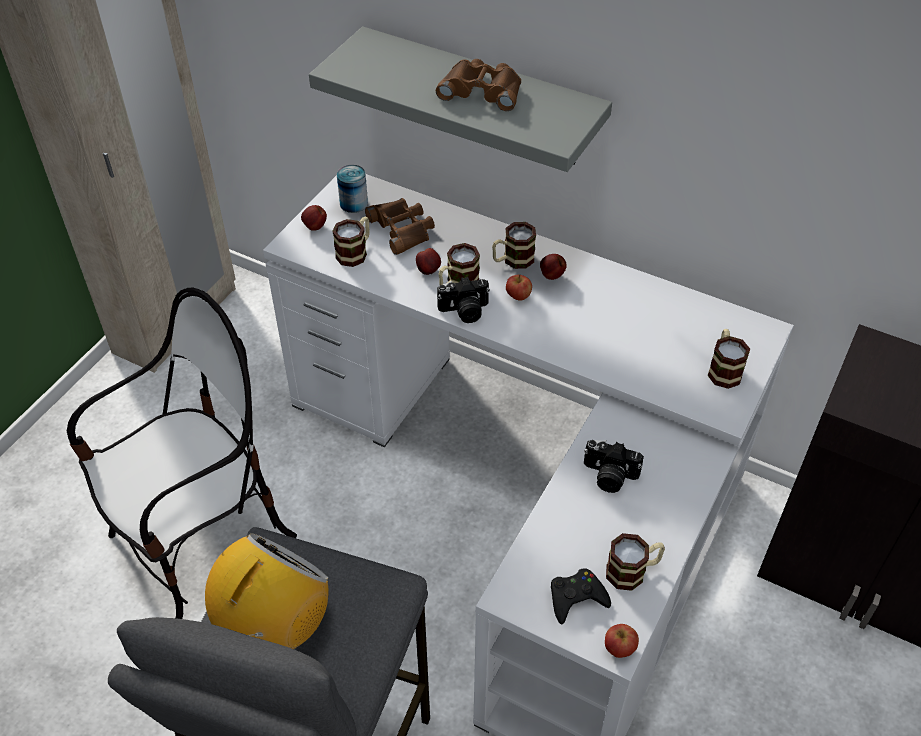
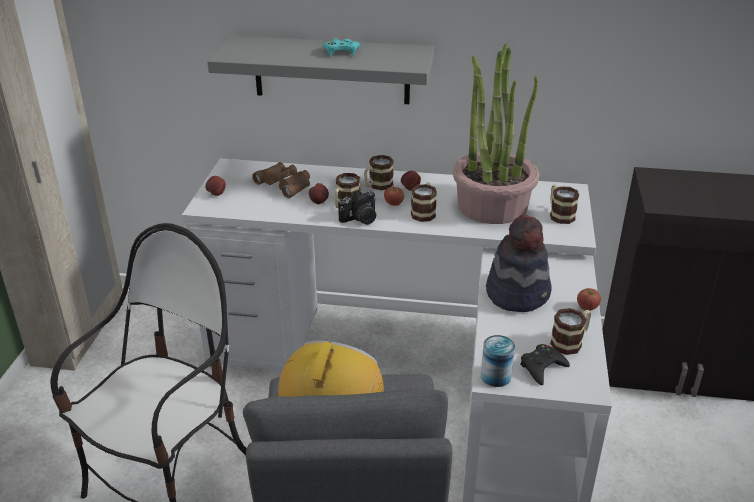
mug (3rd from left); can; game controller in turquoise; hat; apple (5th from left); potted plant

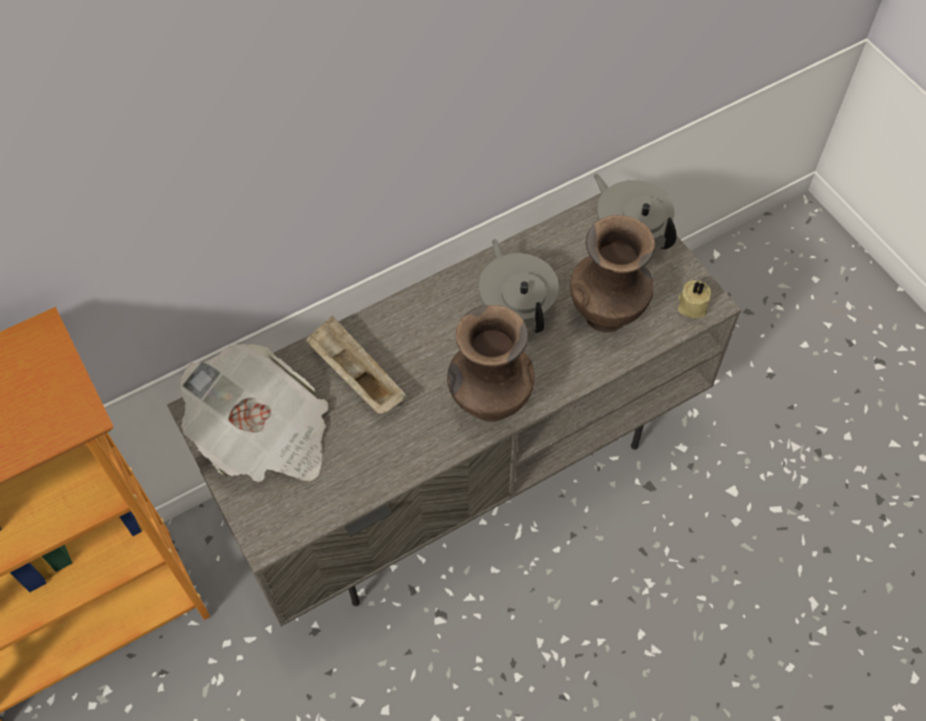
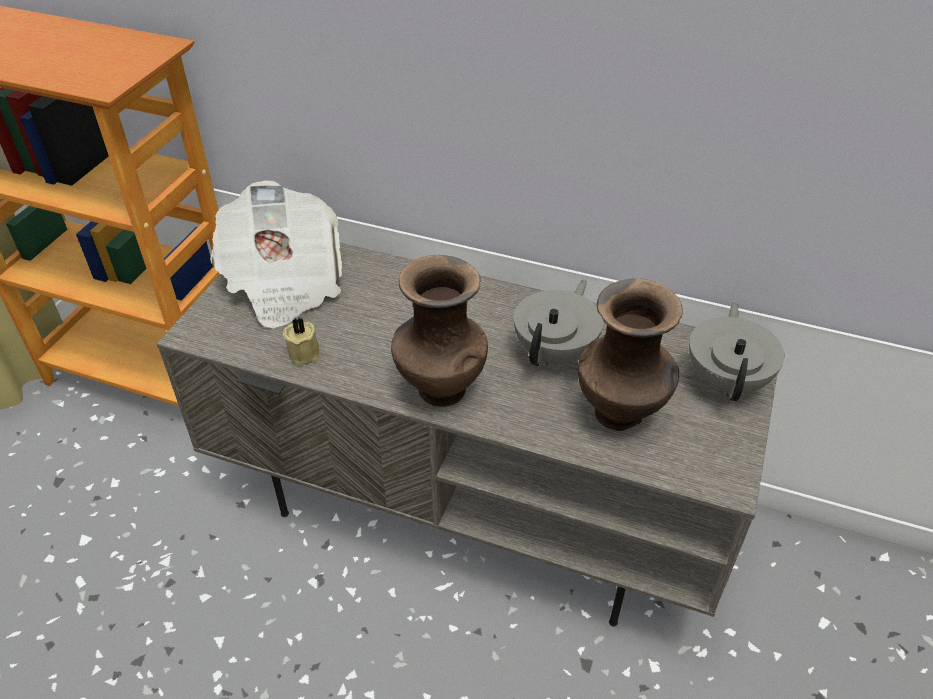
tray in beige; candle in beige

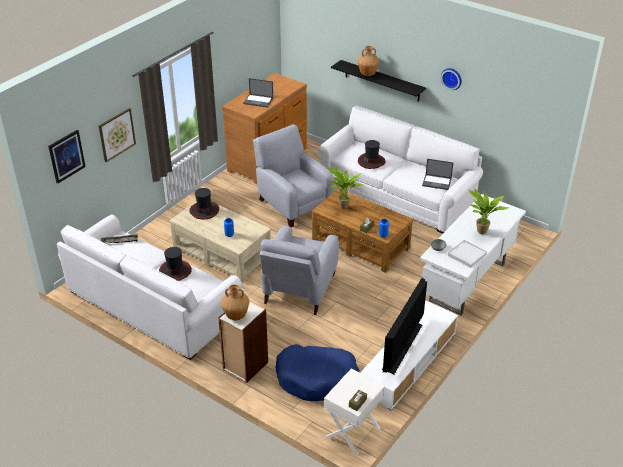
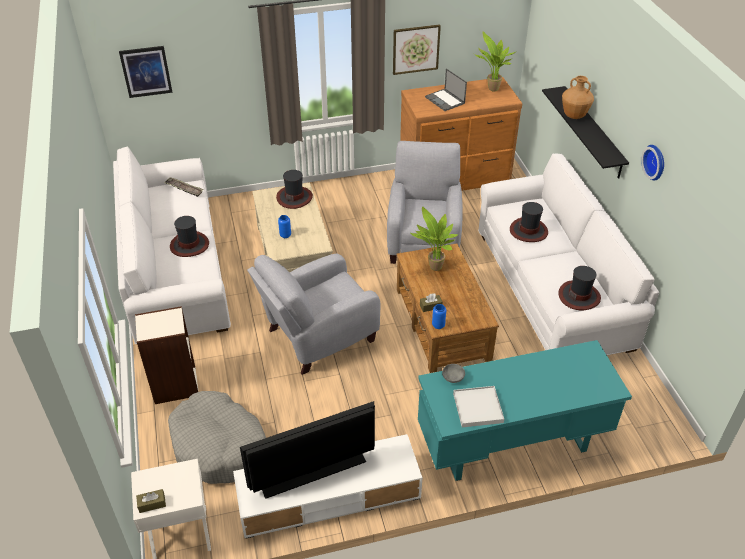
picture (2nd from left); vase in brown (1st from left in the first image); dog bed in grey; desk in turquoise; hat (4th from left); potted plant (2nd from left)

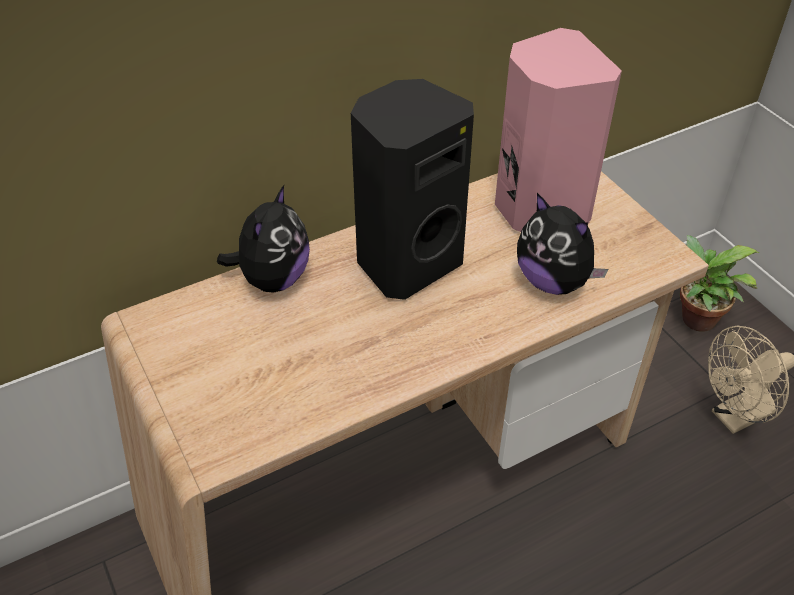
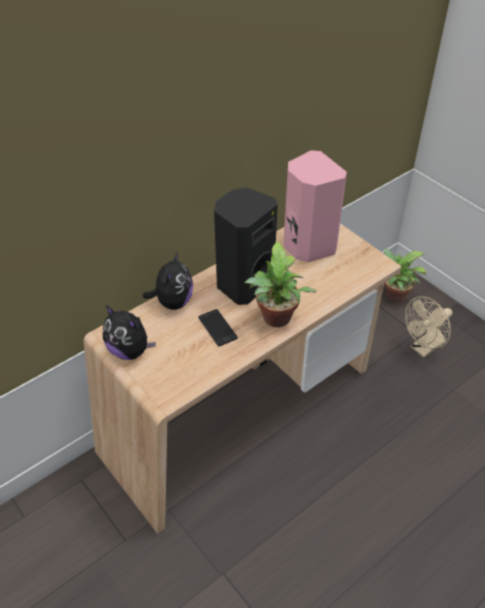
plush toy (1st from left); phone; potted plant (1st from left)

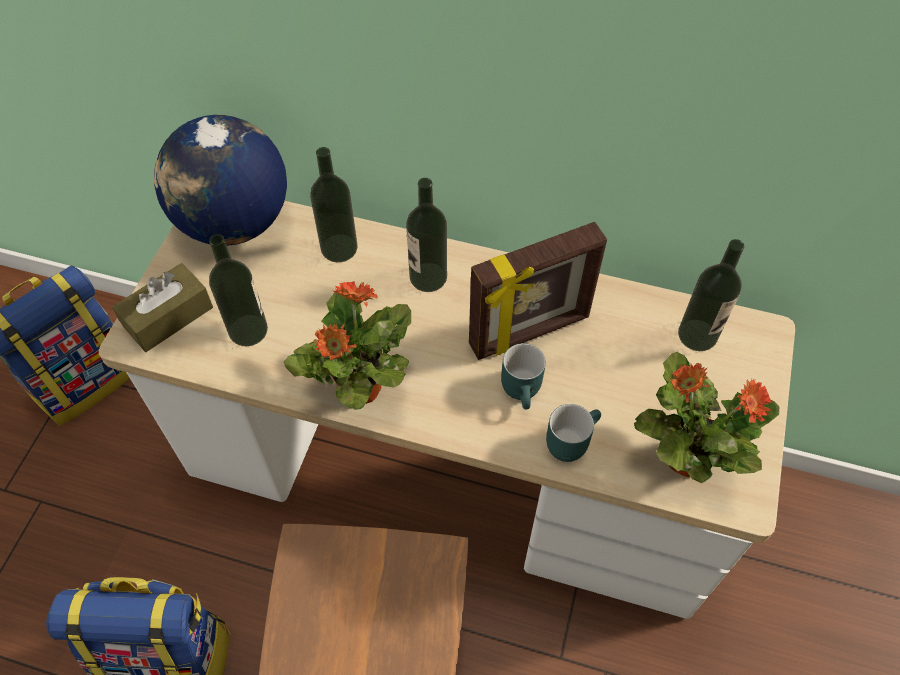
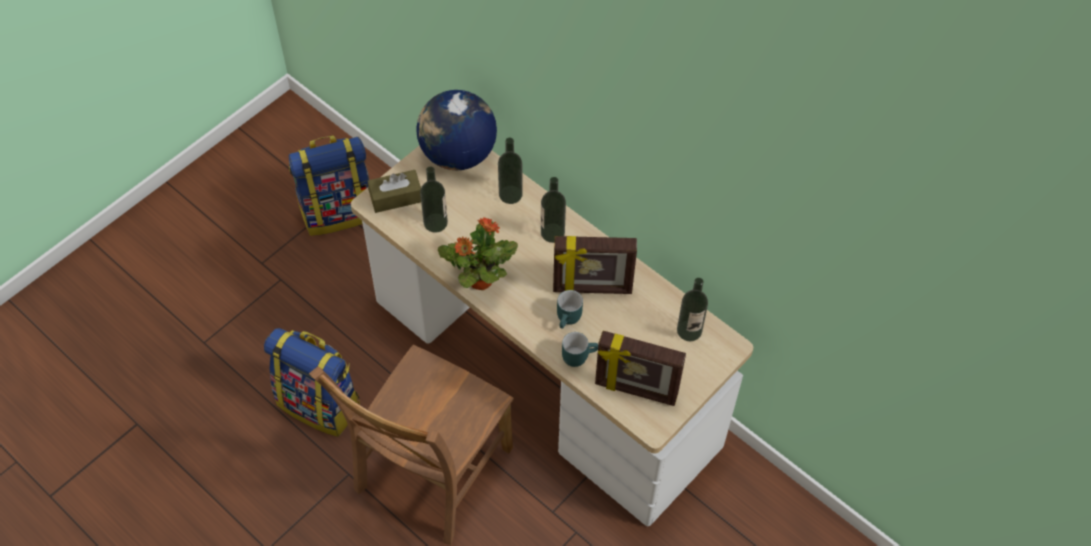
picture frame (2nd from left)

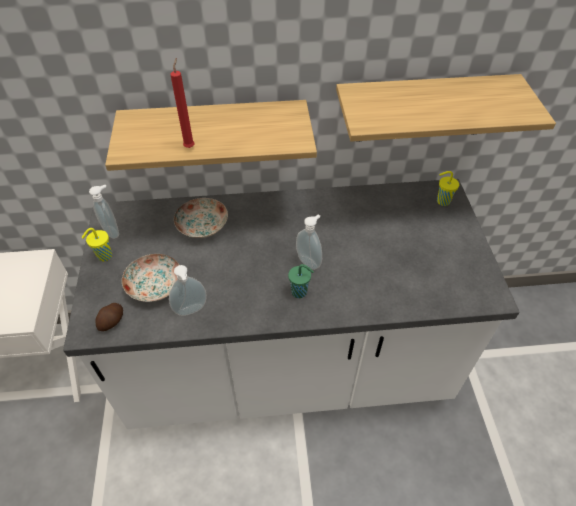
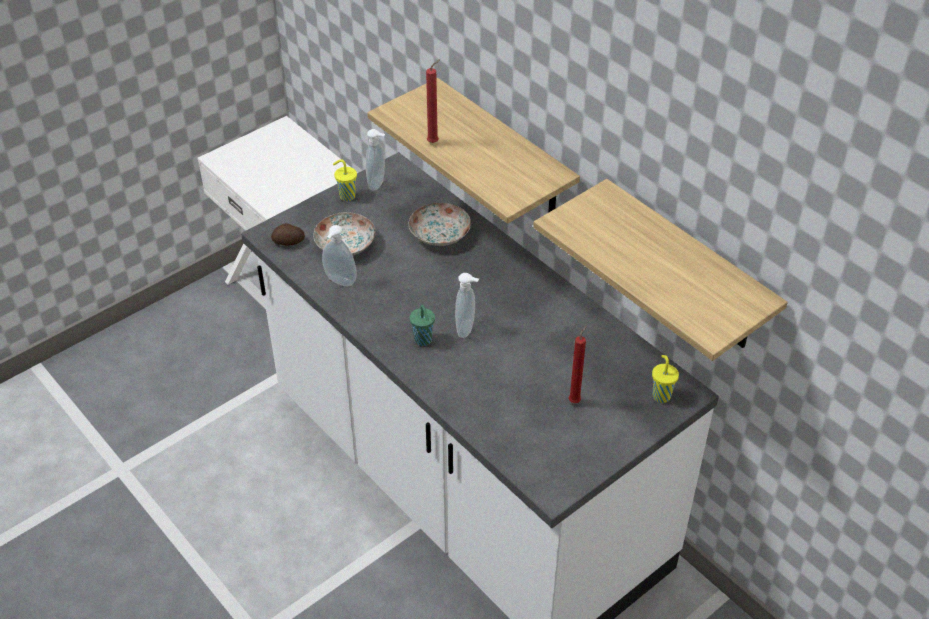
candle in red (2nd from left)

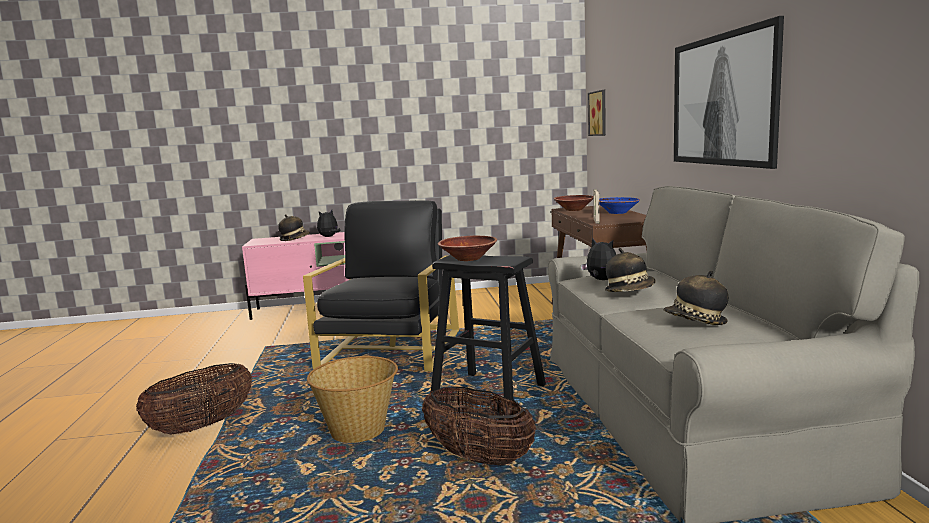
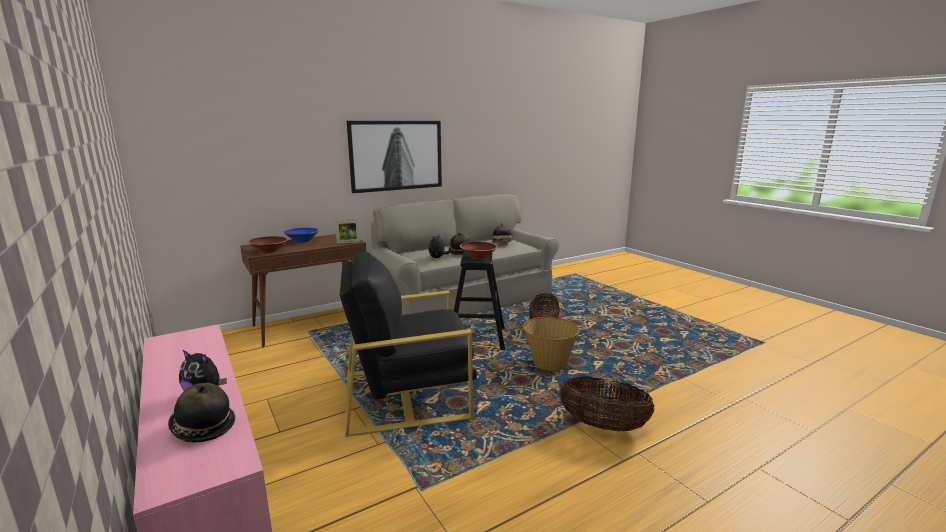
picture (1st from left in the first image)

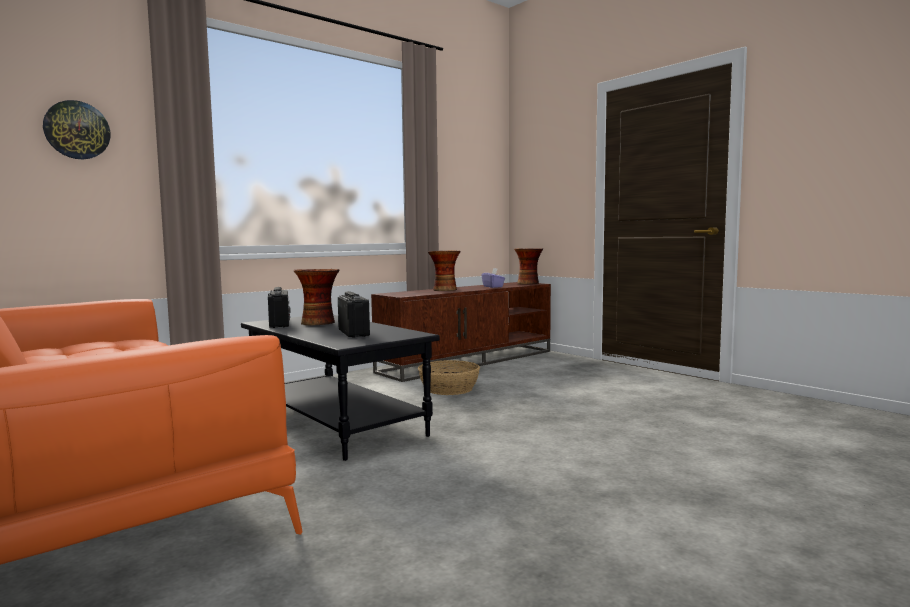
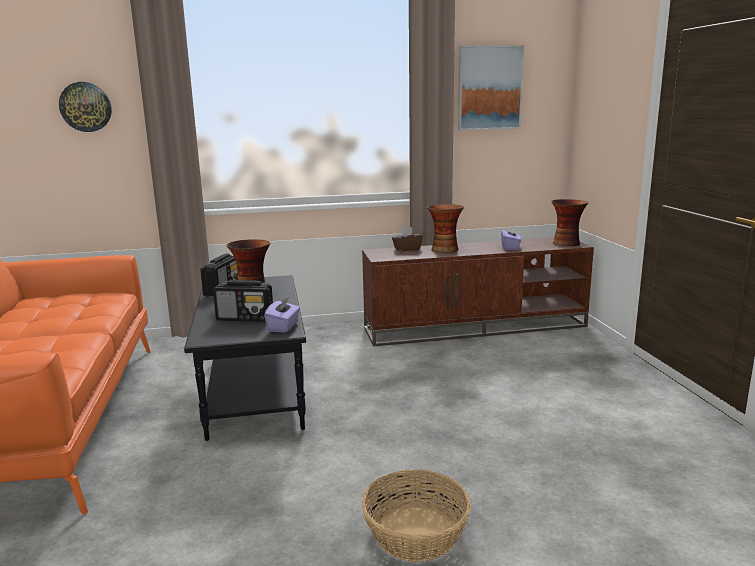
radio (2nd from left); basket; tissue box in purple (1st from left); tissue box in brown; picture

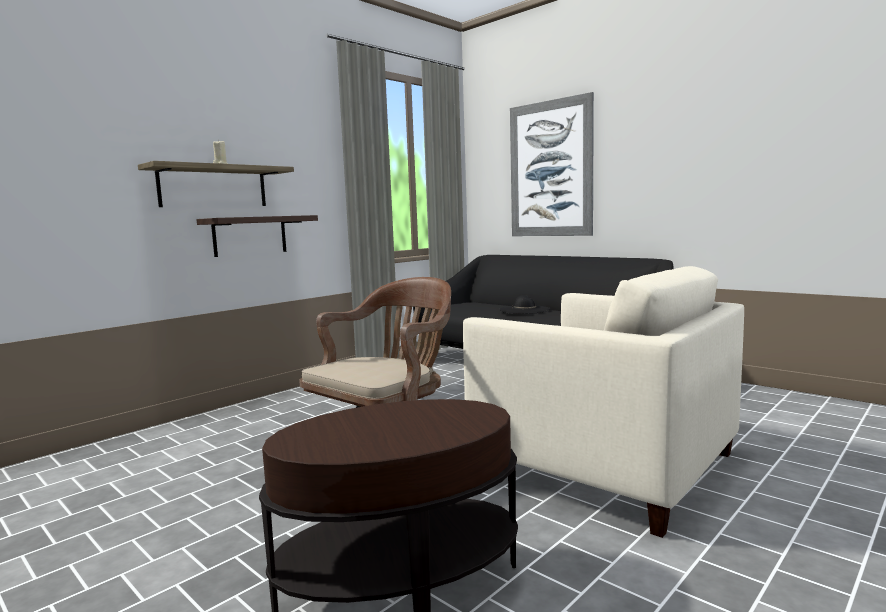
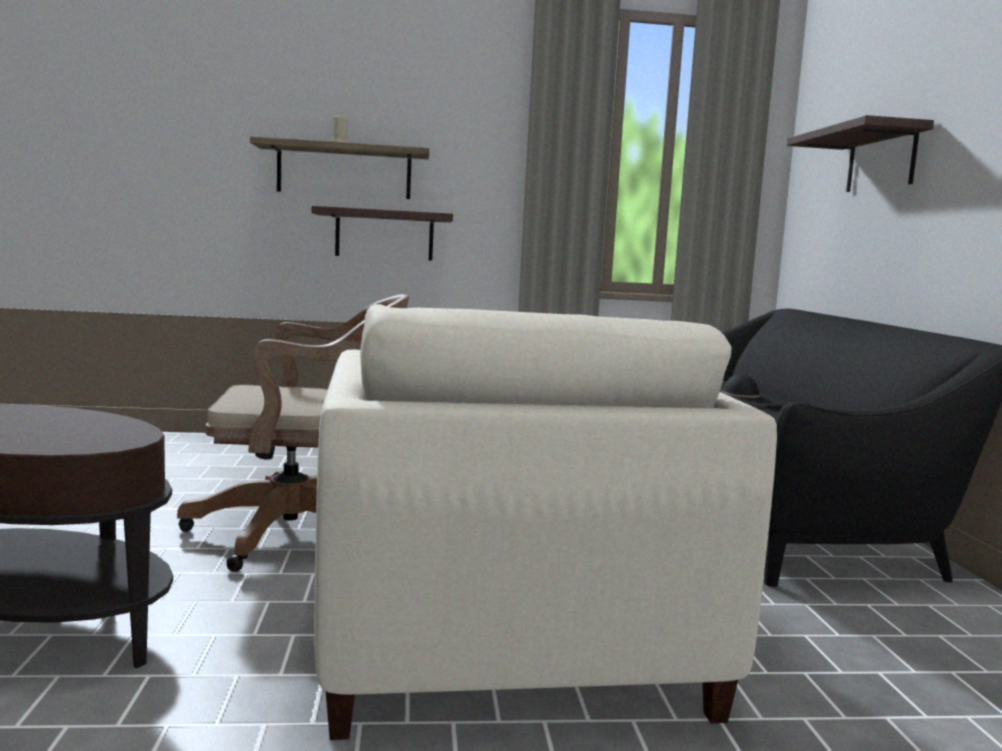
shelf (3rd from left)

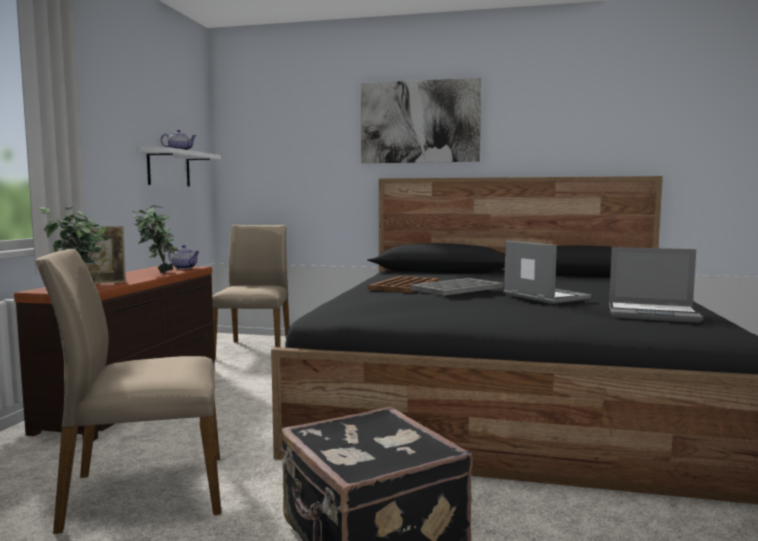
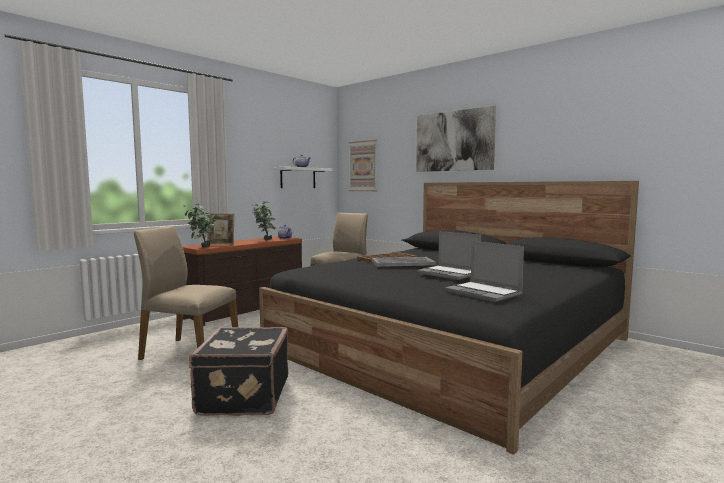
laptop (1st from left); picture (1st from left)

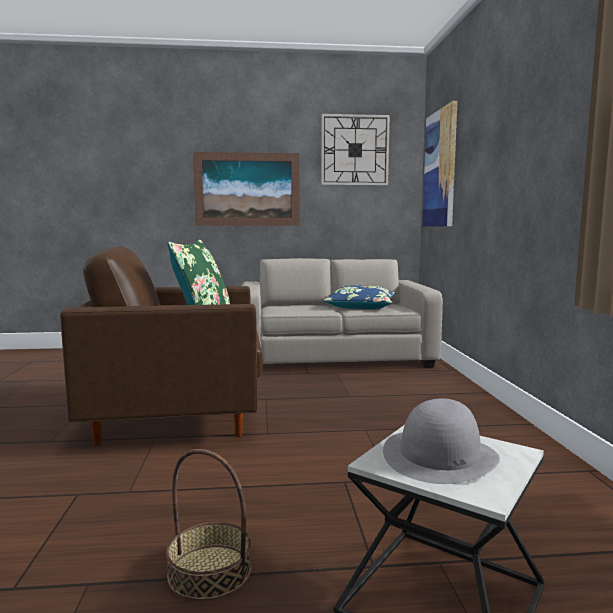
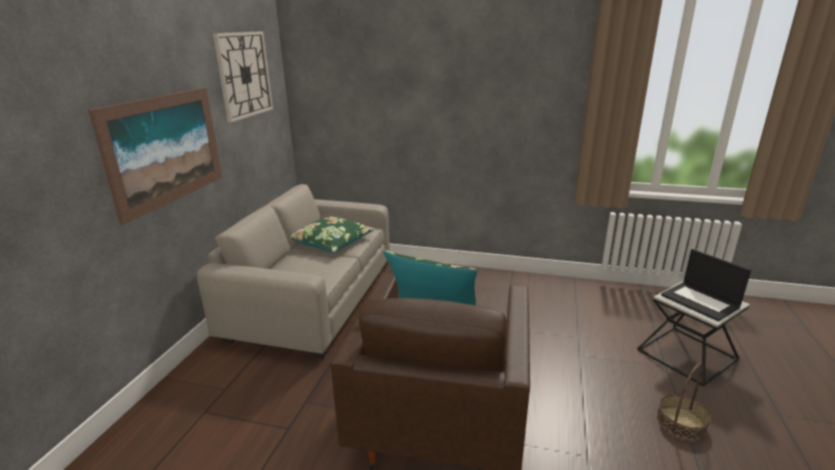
pillow in green (1st from left); laptop; picture (2nd from left in the first image)

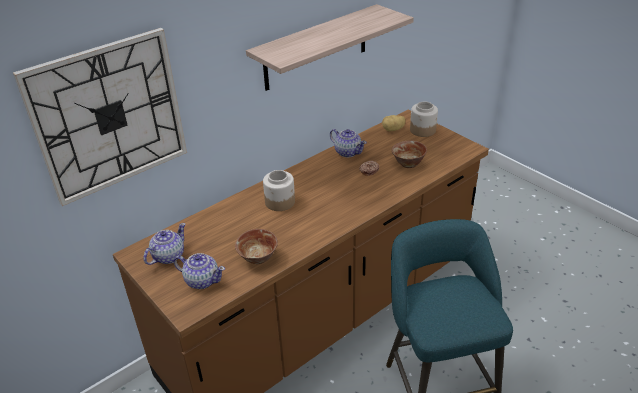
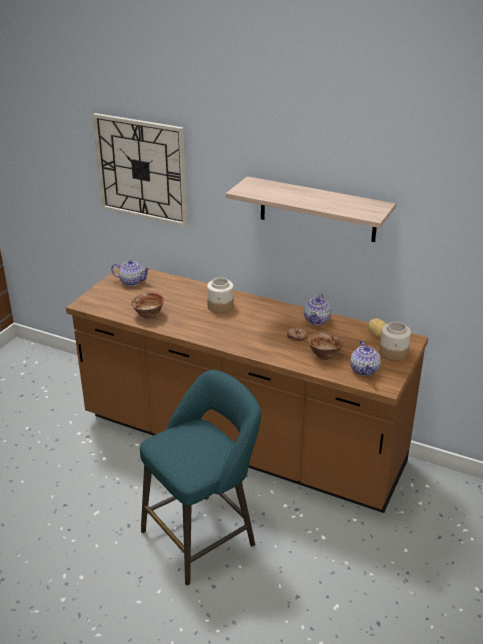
teapot (3rd from left)

